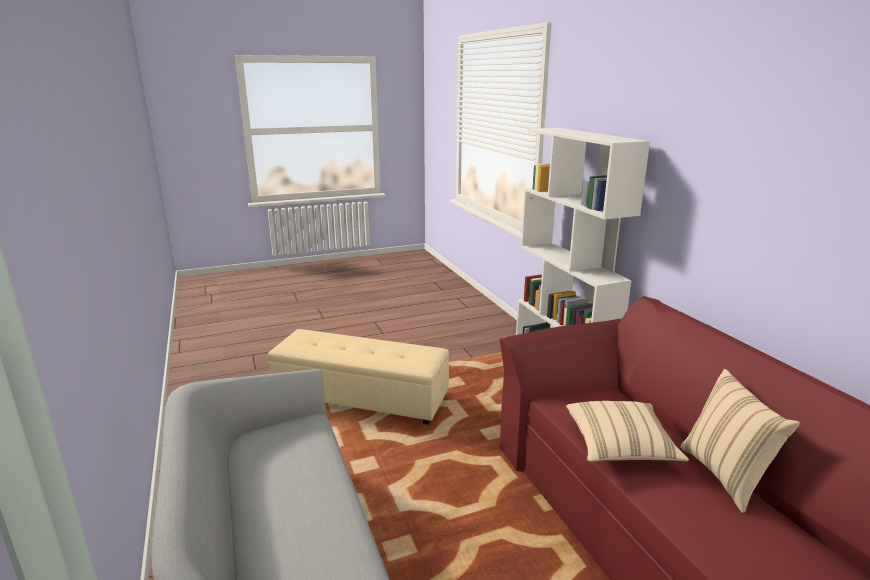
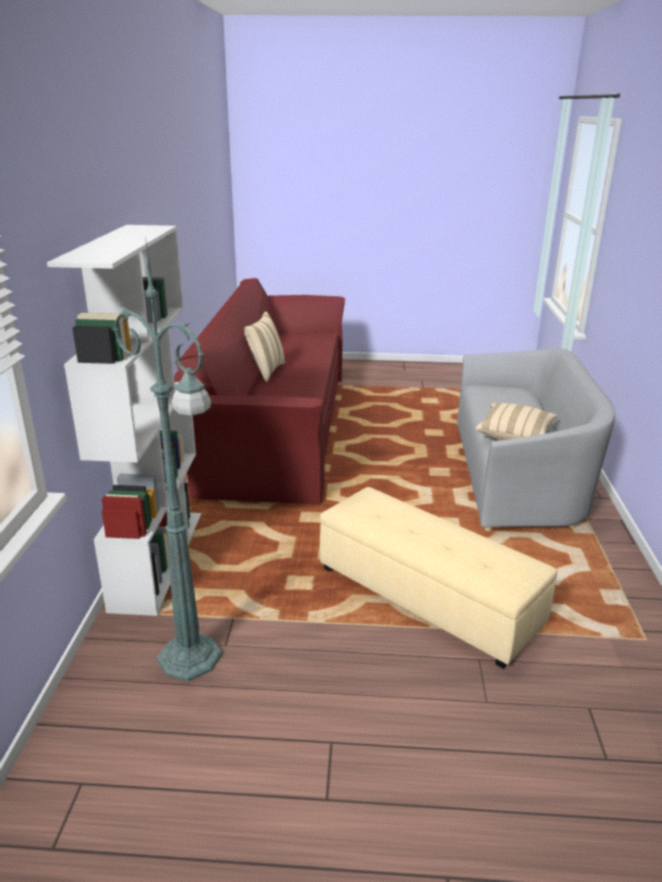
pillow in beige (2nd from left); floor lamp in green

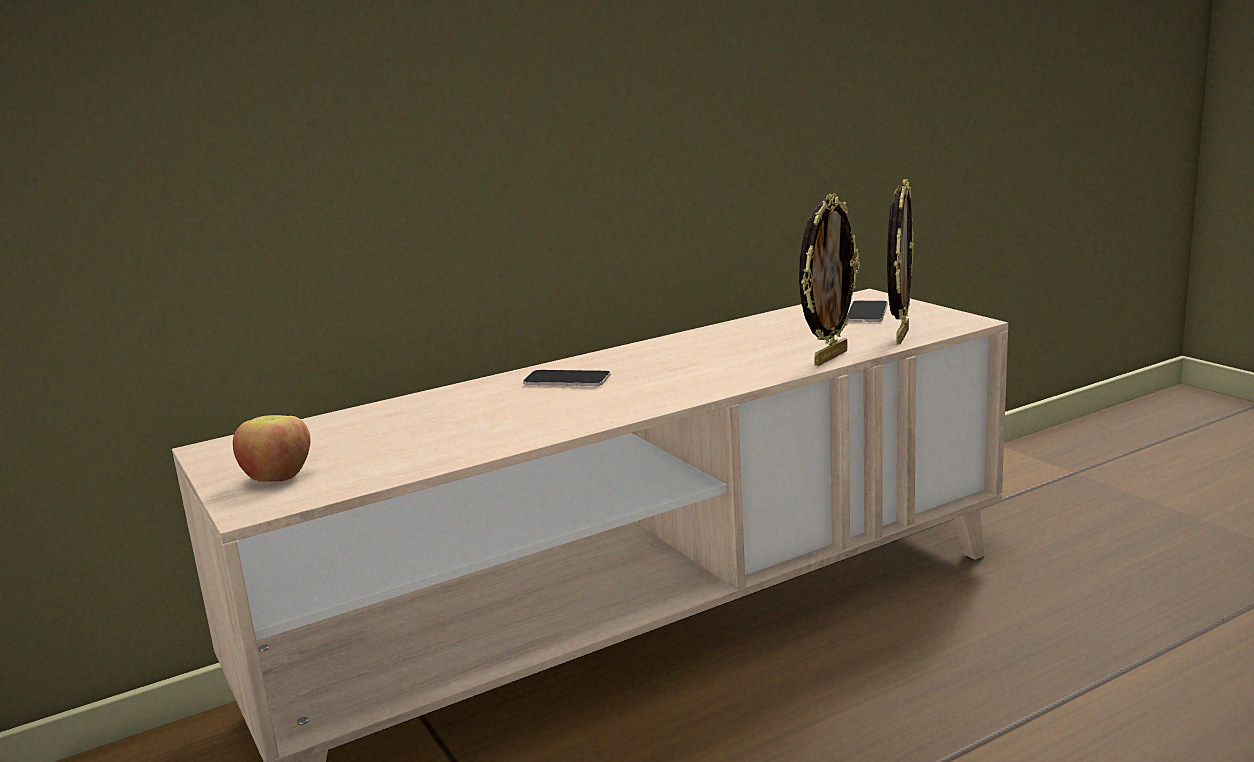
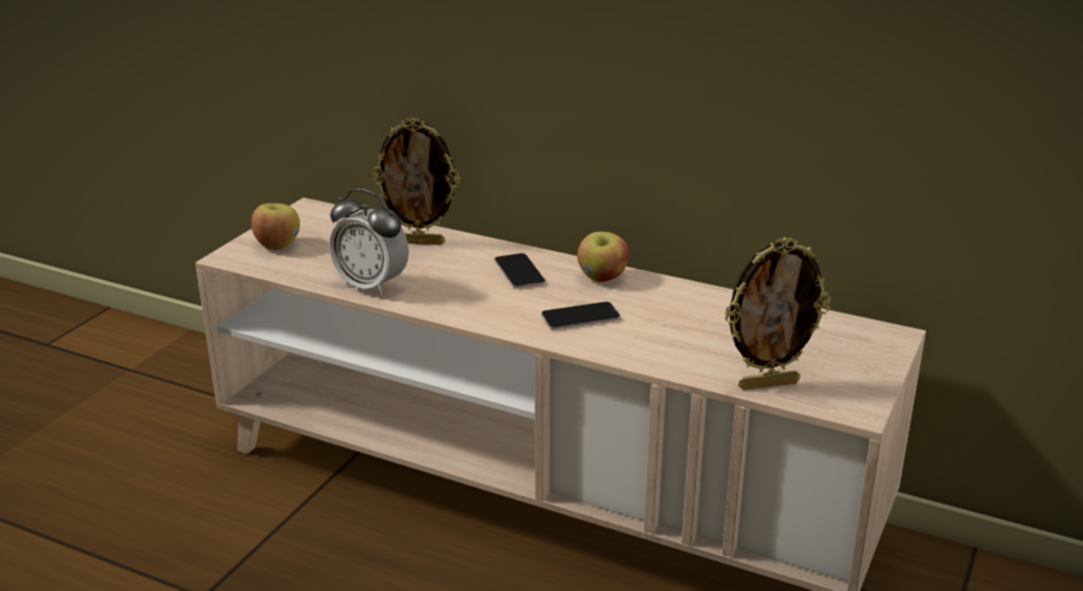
picture frame (1st from left); phone (2nd from left); alarm clock; apple (2nd from left)

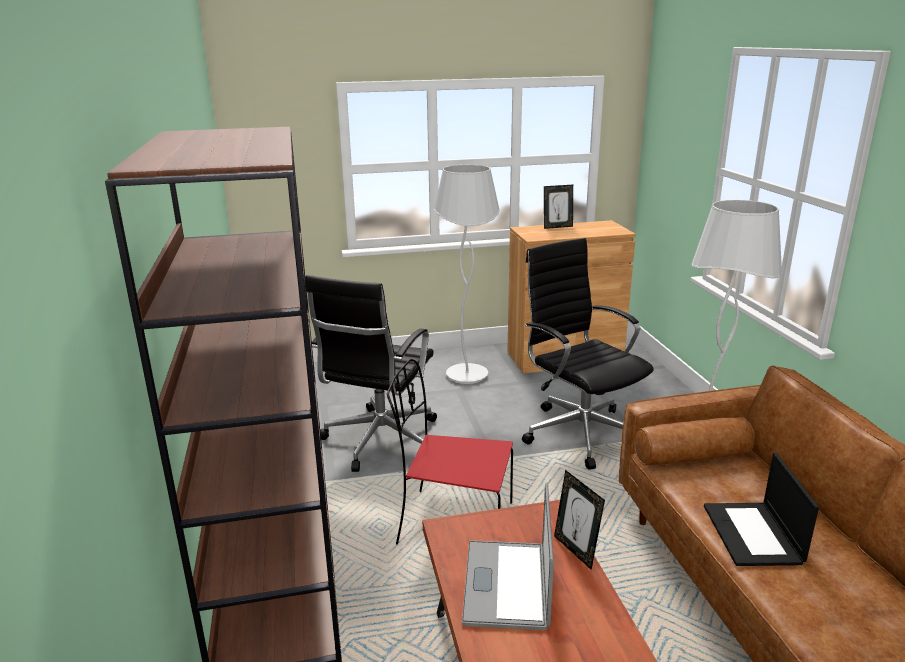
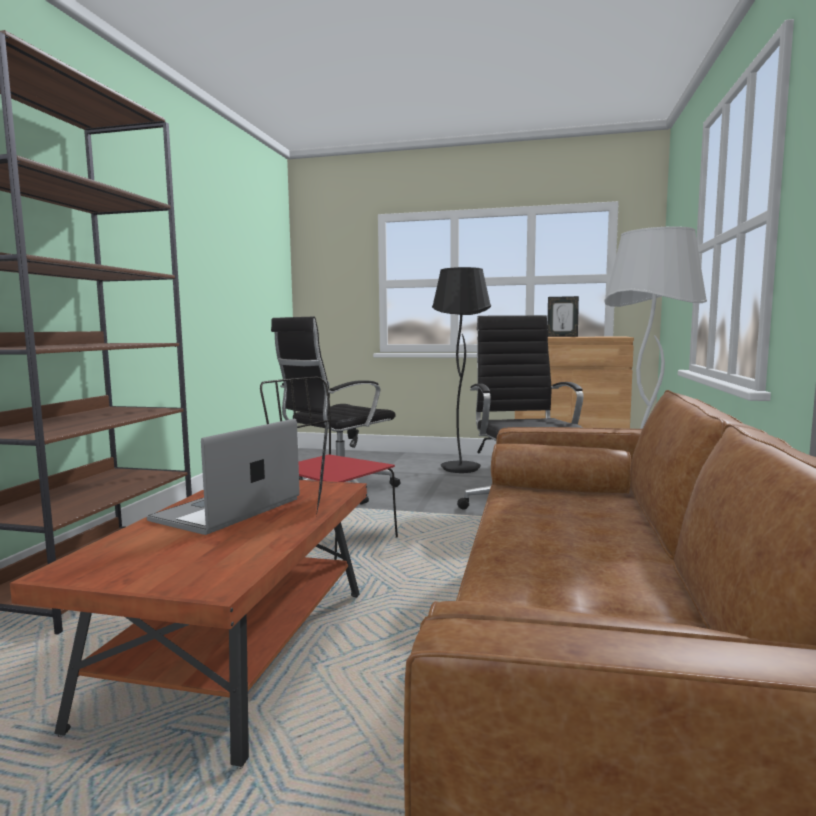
floor lamp in black; laptop (2nd from left in the first image)

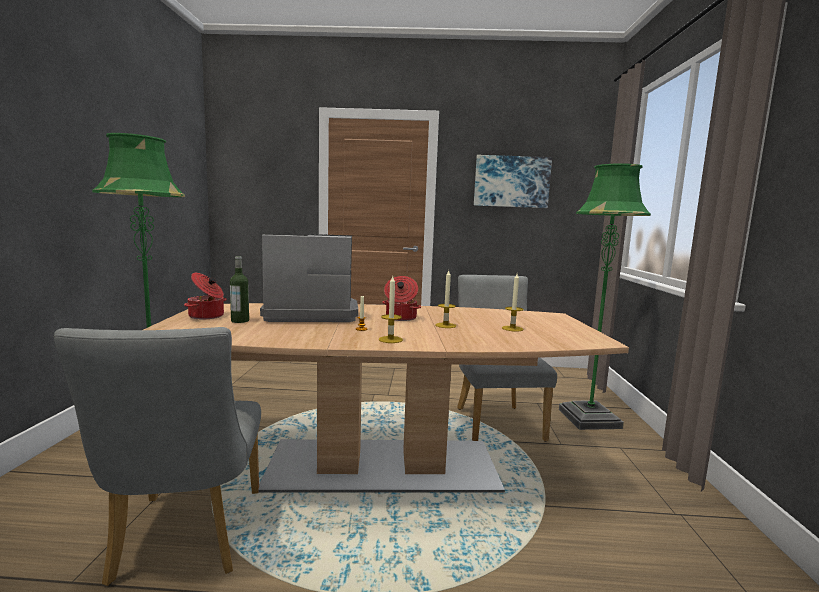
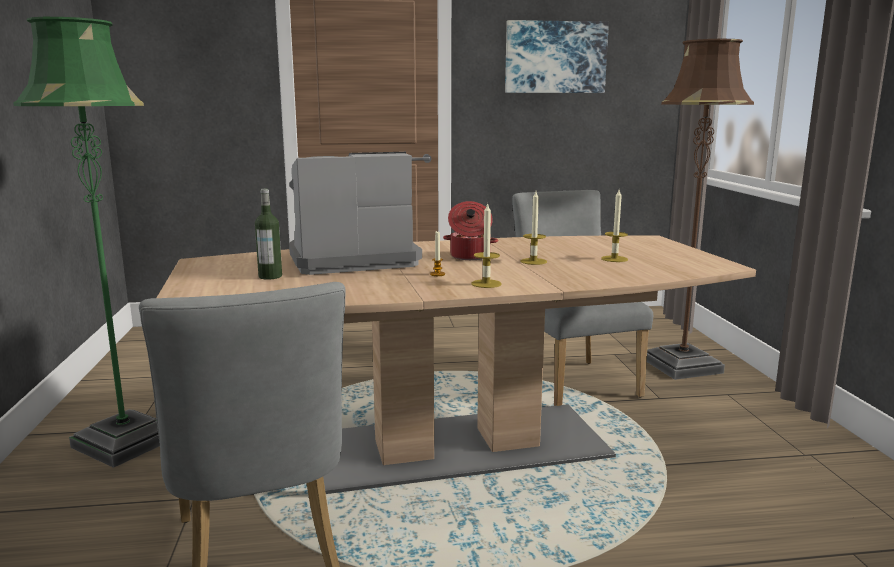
cooking pot (1st from left in the first image); floor lamp in brown

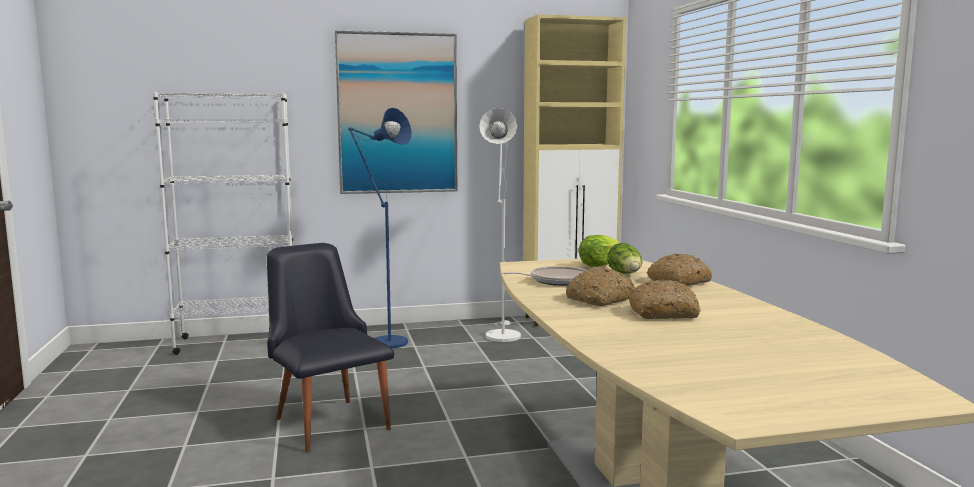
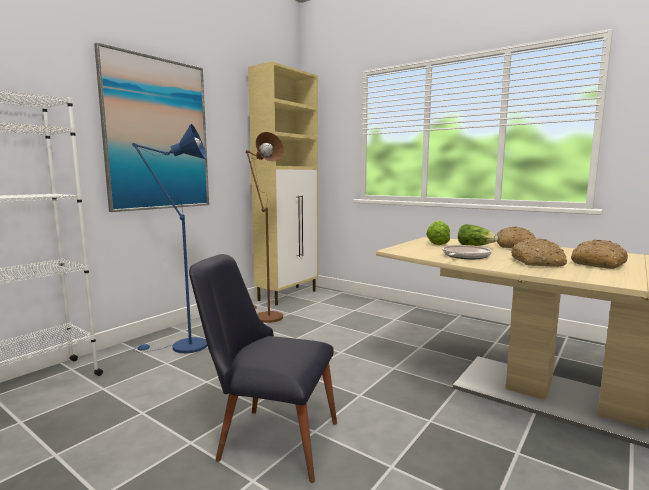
floor lamp in brown

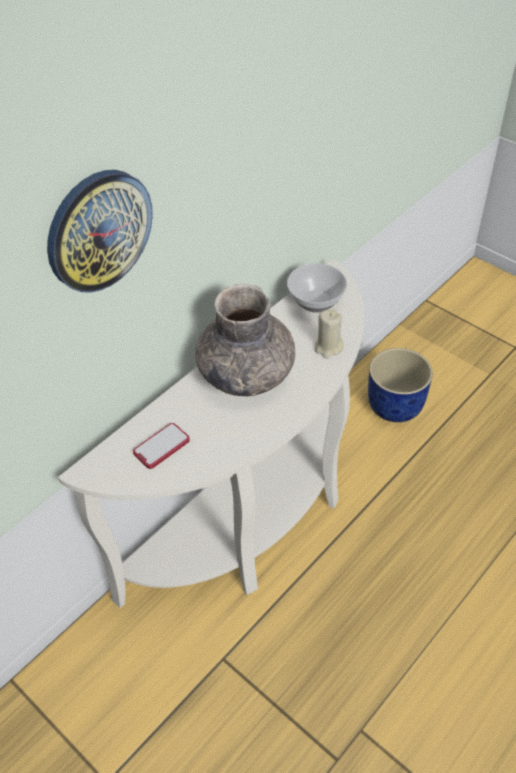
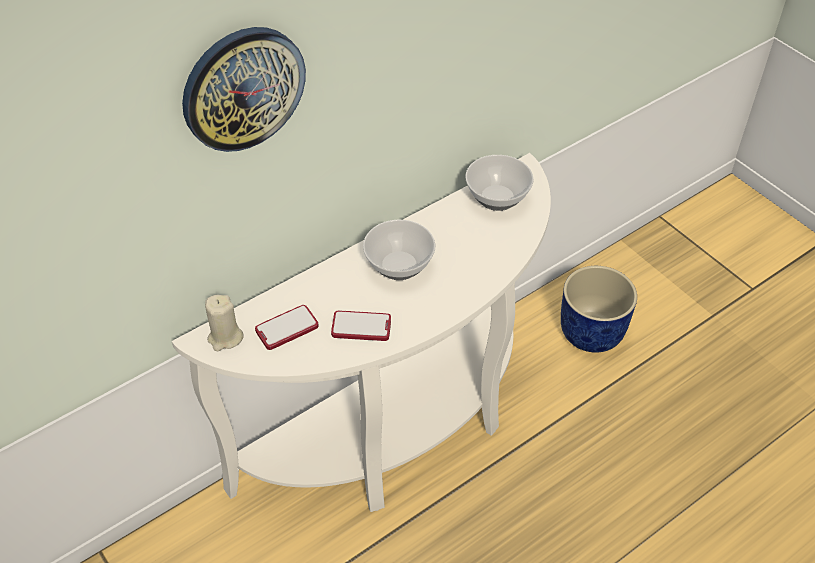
bowl (1st from left); candle in beige; phone (2nd from left)

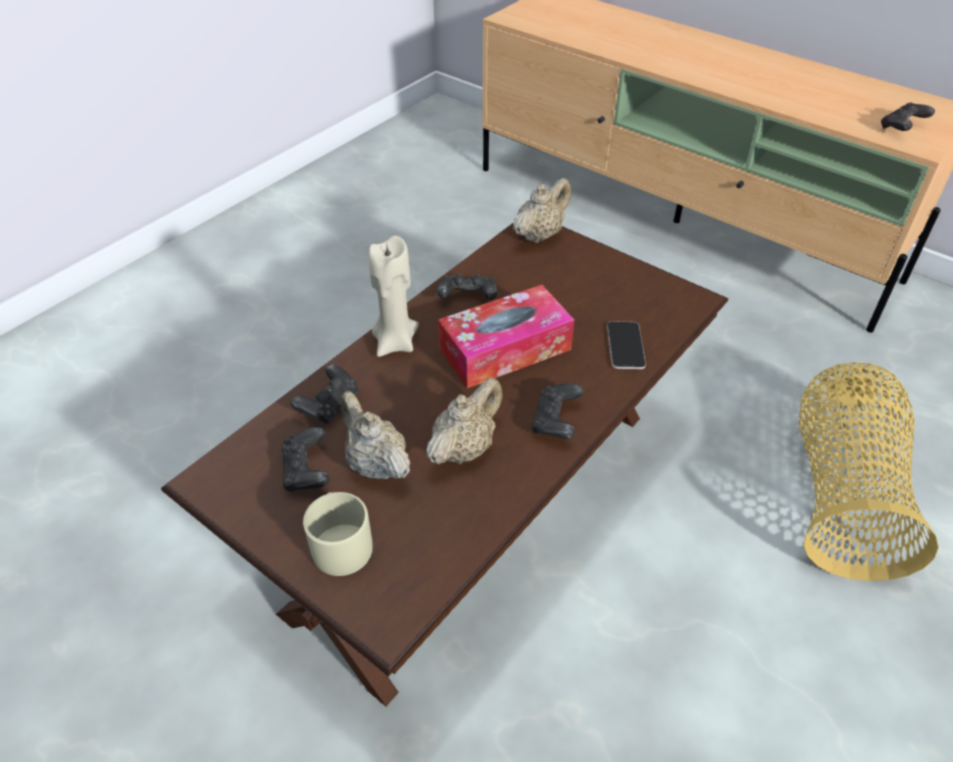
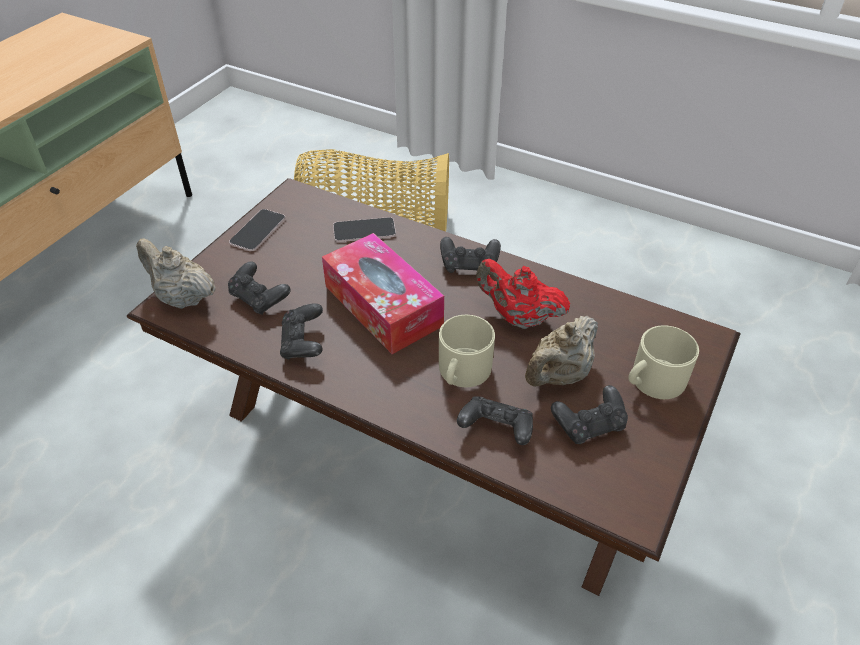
candle in beige; teapot in red; game controller in black (1st from left); phone (1st from left); mug in beige (1st from left)

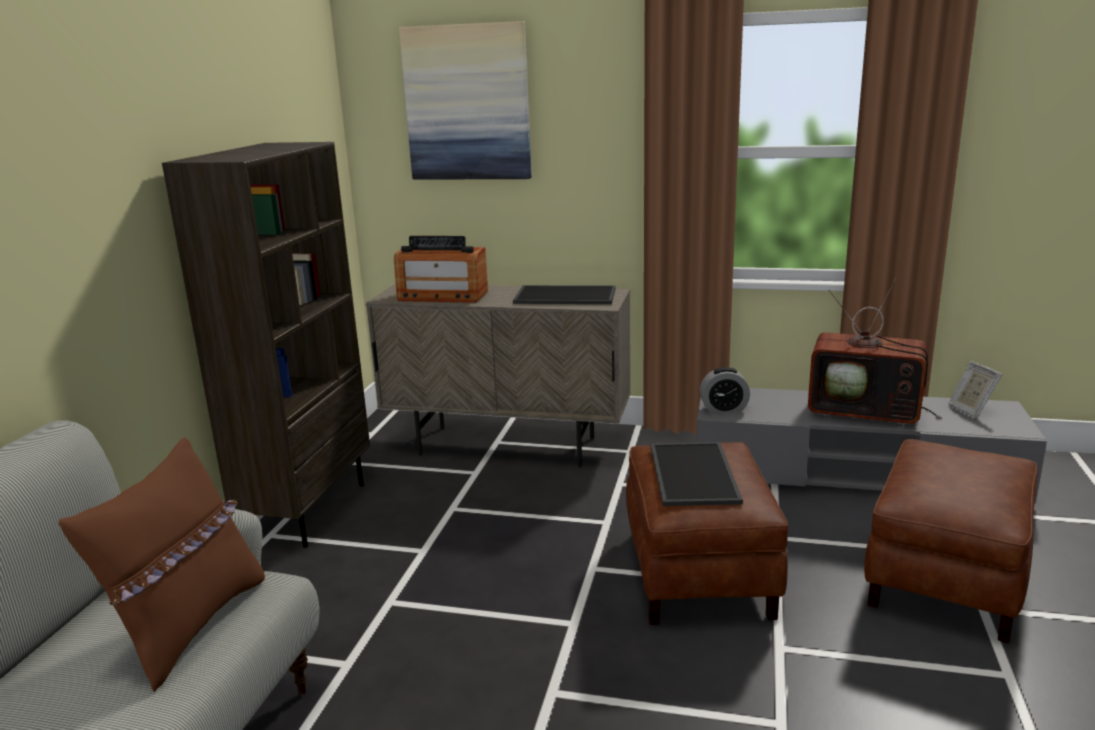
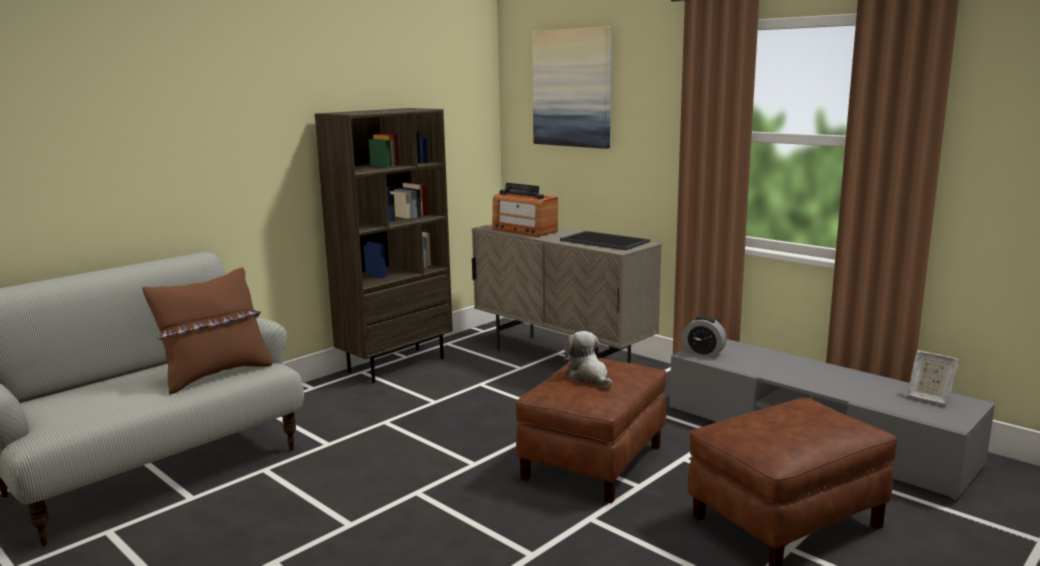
plush toy; television; picture frame

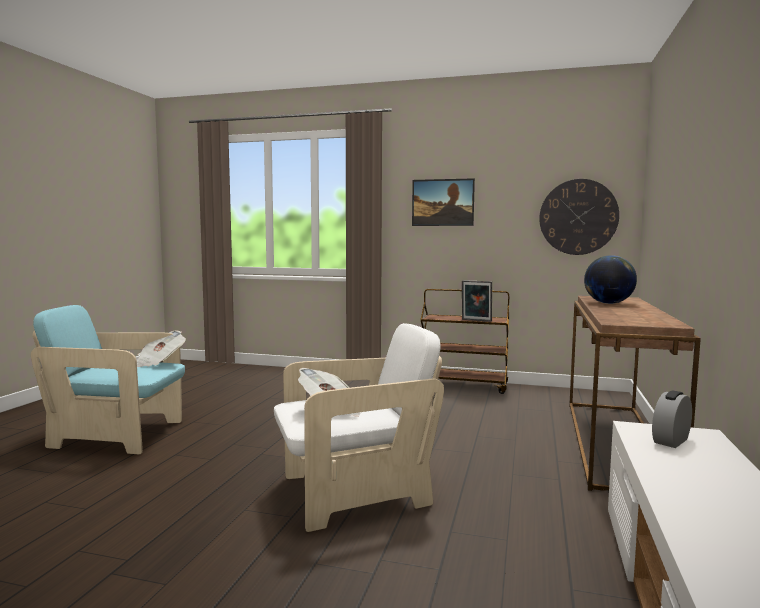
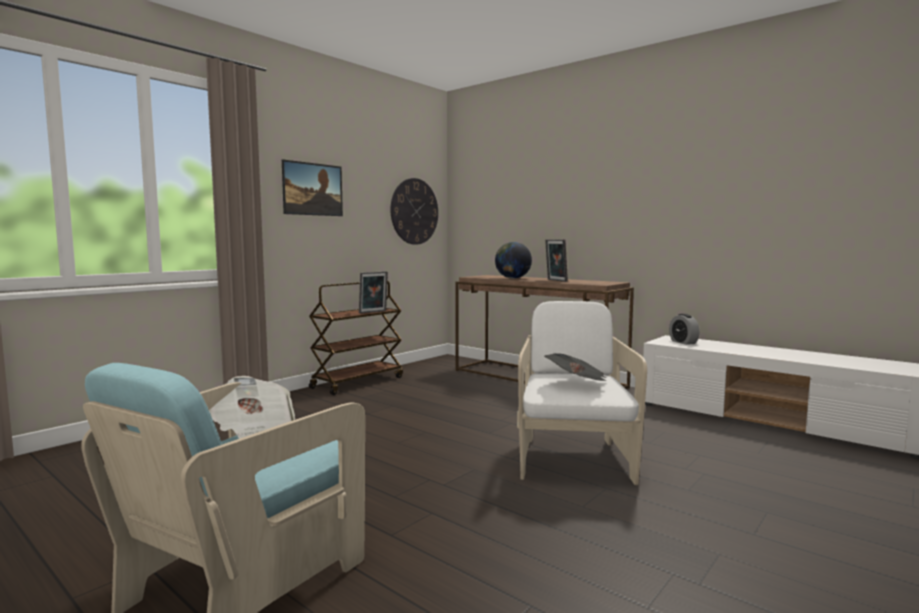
picture frame (2nd from left)

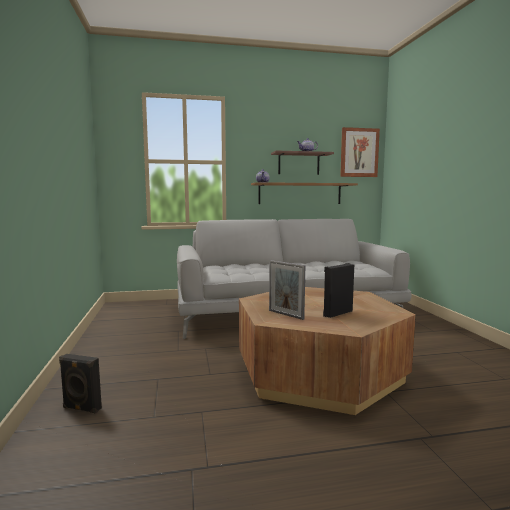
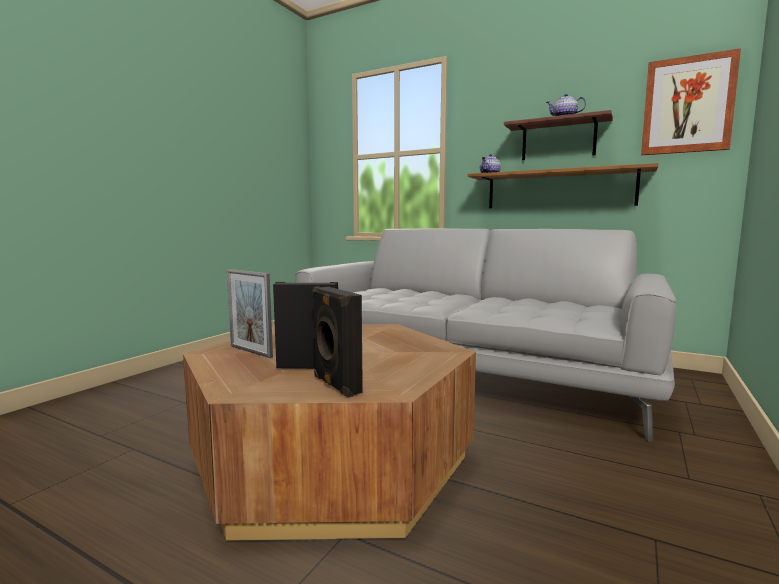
speaker in black (2nd from left); picture frame

